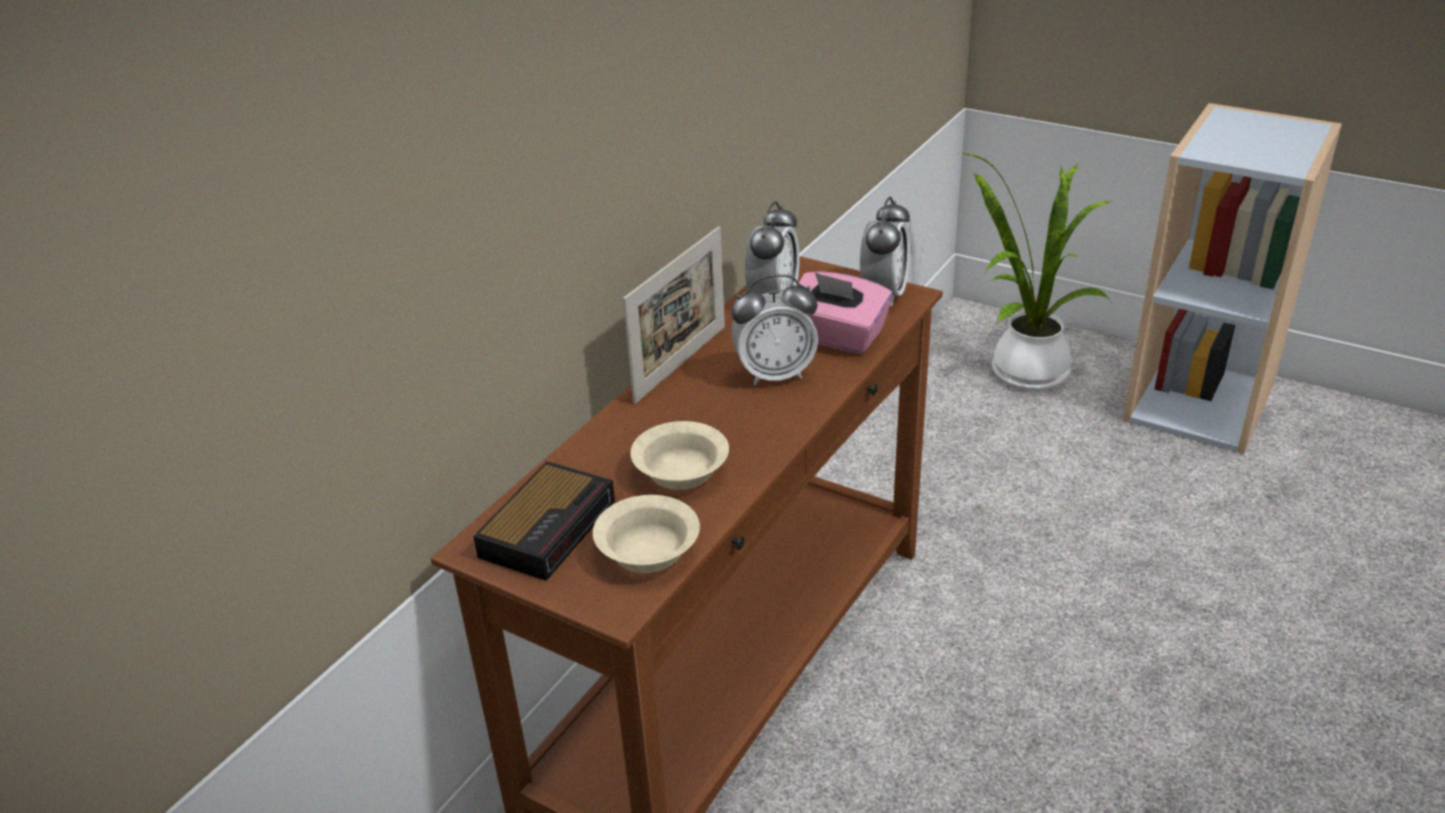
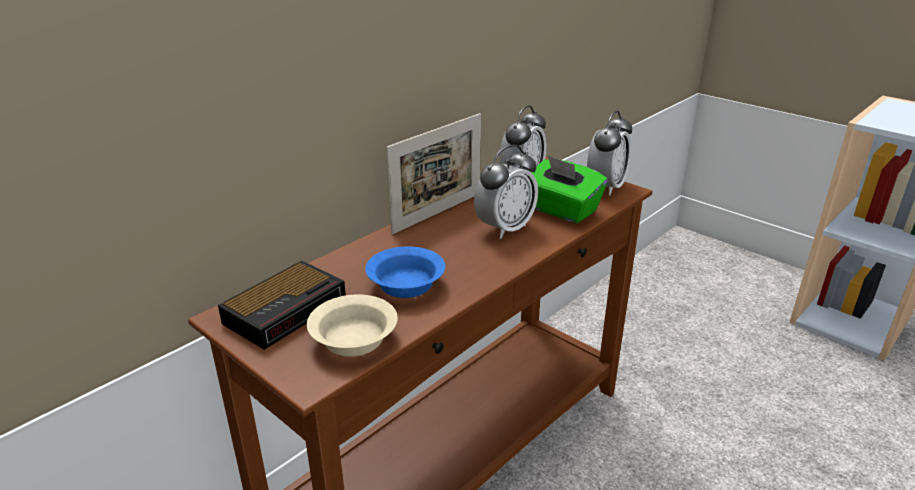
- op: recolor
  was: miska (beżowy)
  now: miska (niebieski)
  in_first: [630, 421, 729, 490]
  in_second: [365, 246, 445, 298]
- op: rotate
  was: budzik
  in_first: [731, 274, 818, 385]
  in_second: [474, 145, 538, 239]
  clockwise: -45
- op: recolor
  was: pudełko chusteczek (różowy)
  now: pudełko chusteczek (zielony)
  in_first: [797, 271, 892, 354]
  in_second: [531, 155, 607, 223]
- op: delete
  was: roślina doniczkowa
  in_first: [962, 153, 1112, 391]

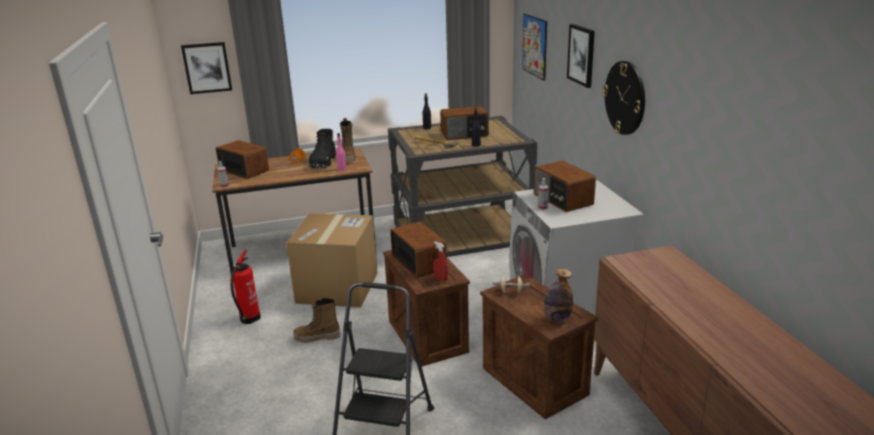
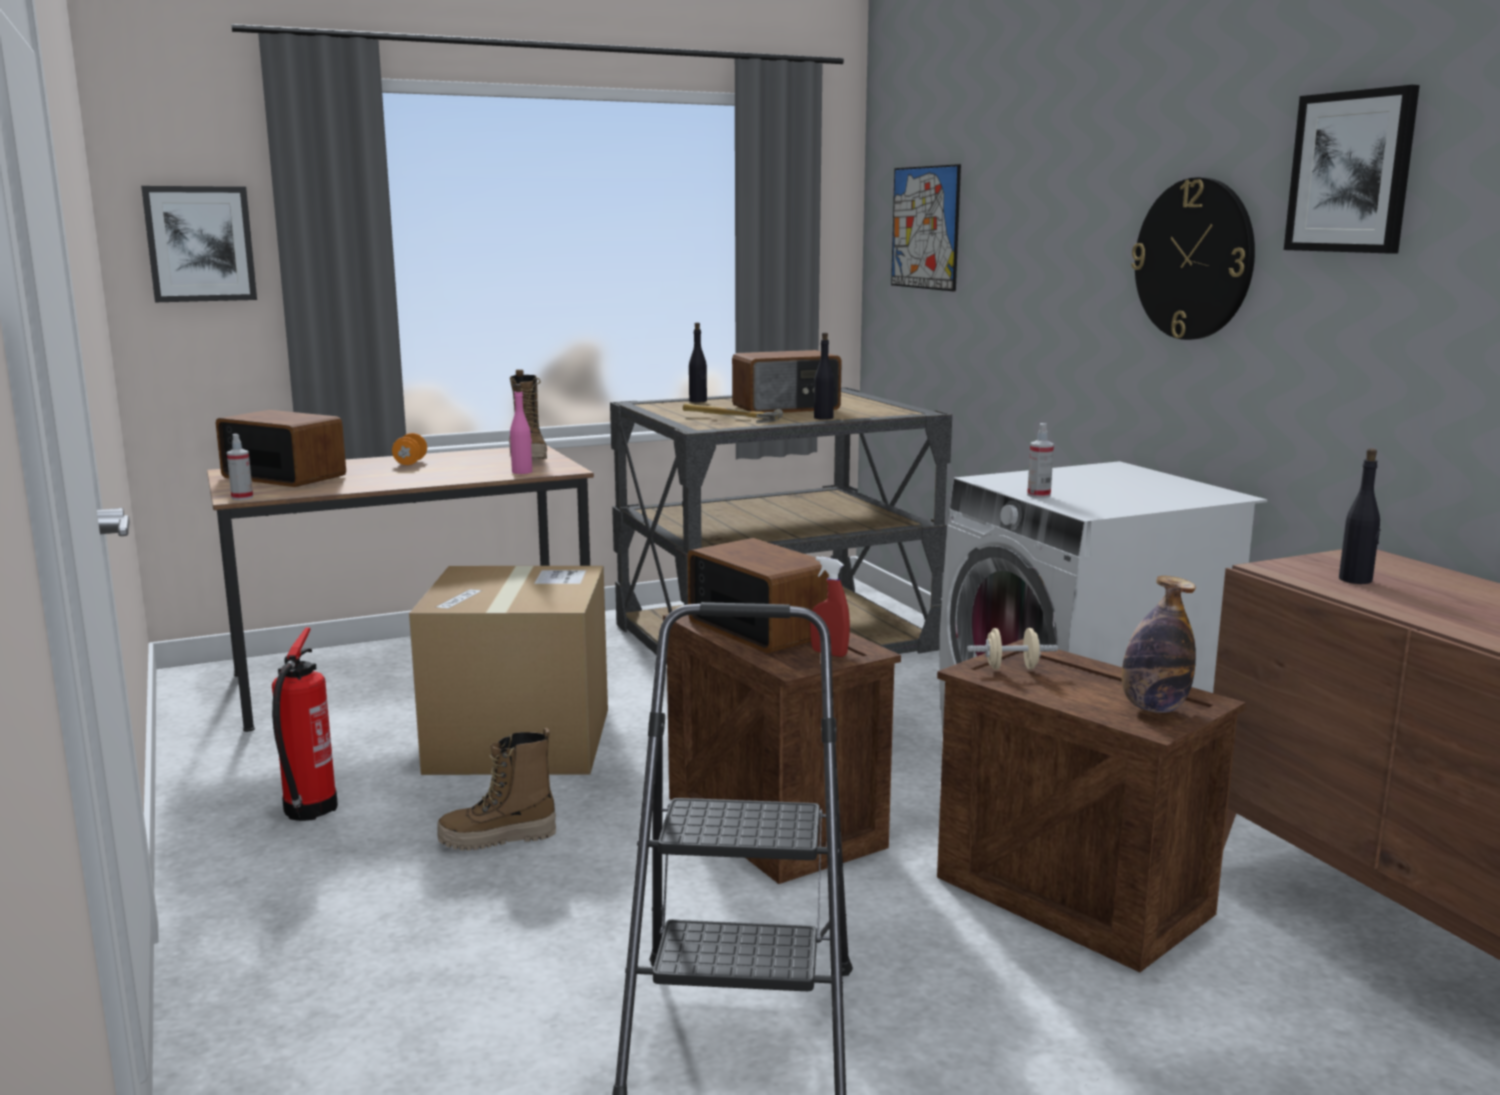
- op: move
  was: obraz
  in_first: [567, 24, 595, 88]
  in_second: [1284, 85, 1420, 254]
- op: insert
  now: butelka (czarny)
  in_second: [1339, 448, 1381, 584]
- op: delete
  was: but z cholewką (czarny)
  in_first: [309, 129, 336, 170]
- op: delete
  was: radio
  in_first: [534, 161, 596, 212]

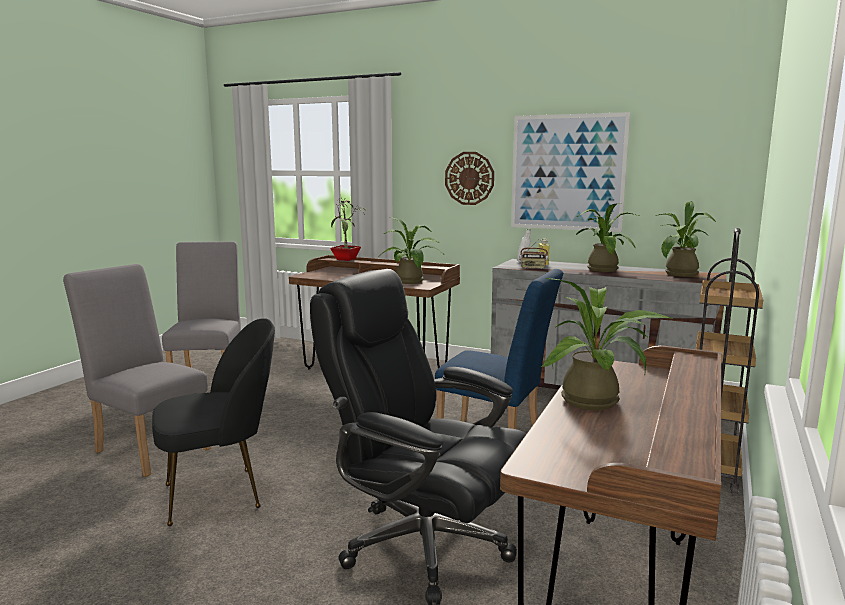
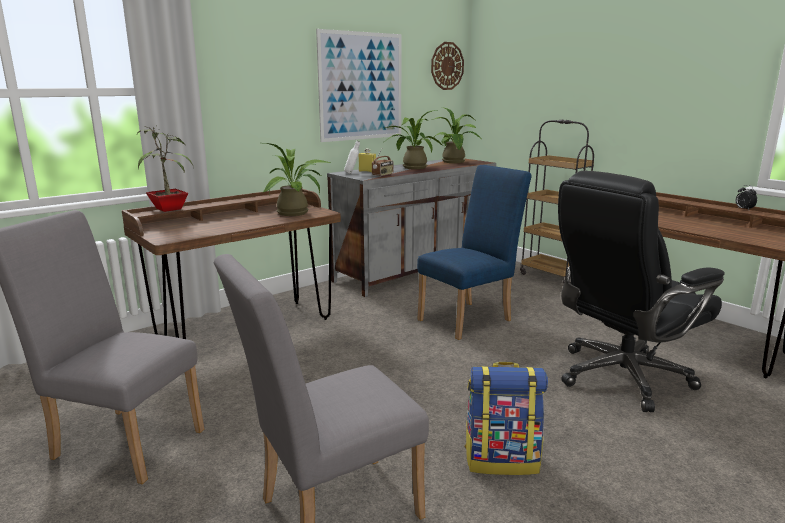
- op: move
  was: zegar ścienny
  in_first: [445, 152, 494, 205]
  in_second: [431, 42, 464, 90]
- op: replace
  was: krzesło (czarny)
  now: plecak
  in_first: [152, 318, 275, 526]
  in_second: [465, 362, 548, 475]
- op: insert
  now: budzik
  in_second: [736, 185, 757, 210]
- op: delete
  was: roślina doniczkowa
  in_first: [541, 278, 672, 410]

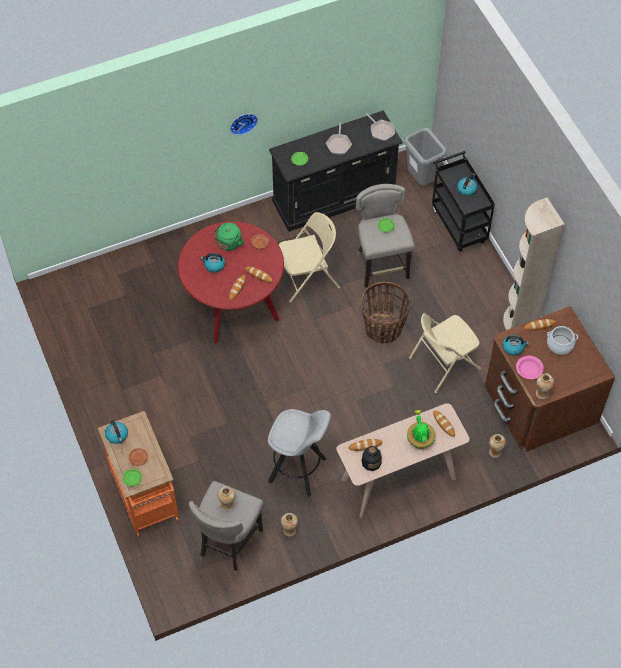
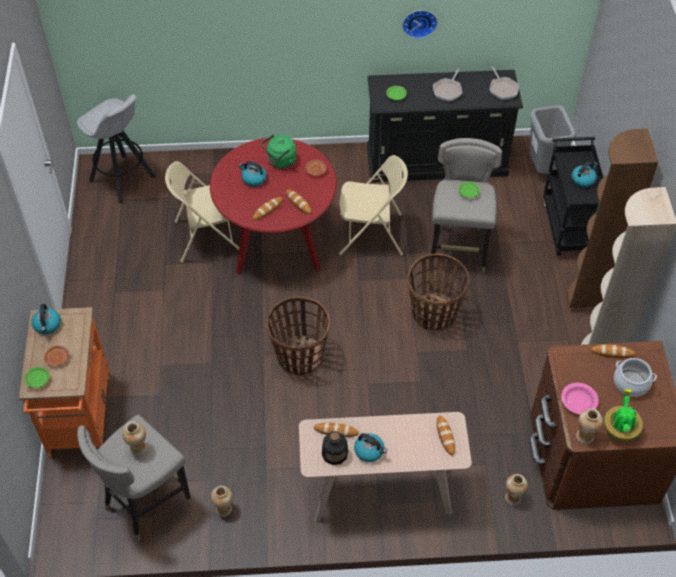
- op: move
  was: stołek (szary)
  in_first: [268, 409, 331, 497]
  in_second: [77, 94, 156, 204]
- op: move
  was: krzesło (beżowy)
  in_first: [409, 313, 481, 393]
  in_second: [165, 161, 239, 263]
- op: insert
  now: koszyk
  in_second: [266, 297, 330, 376]
- op: move
  was: czajnik
  in_first: [503, 335, 529, 356]
  in_second: [354, 433, 387, 462]
- op: move
  was: zegar ścienny
  in_first: [230, 114, 258, 135]
  in_second: [402, 10, 438, 38]
- op: insert
  now: regał (brązowy)
  in_second: [568, 129, 658, 308]
- op: move
  was: roślina doniczkowa
  in_first: [407, 410, 435, 449]
  in_second: [604, 389, 643, 442]

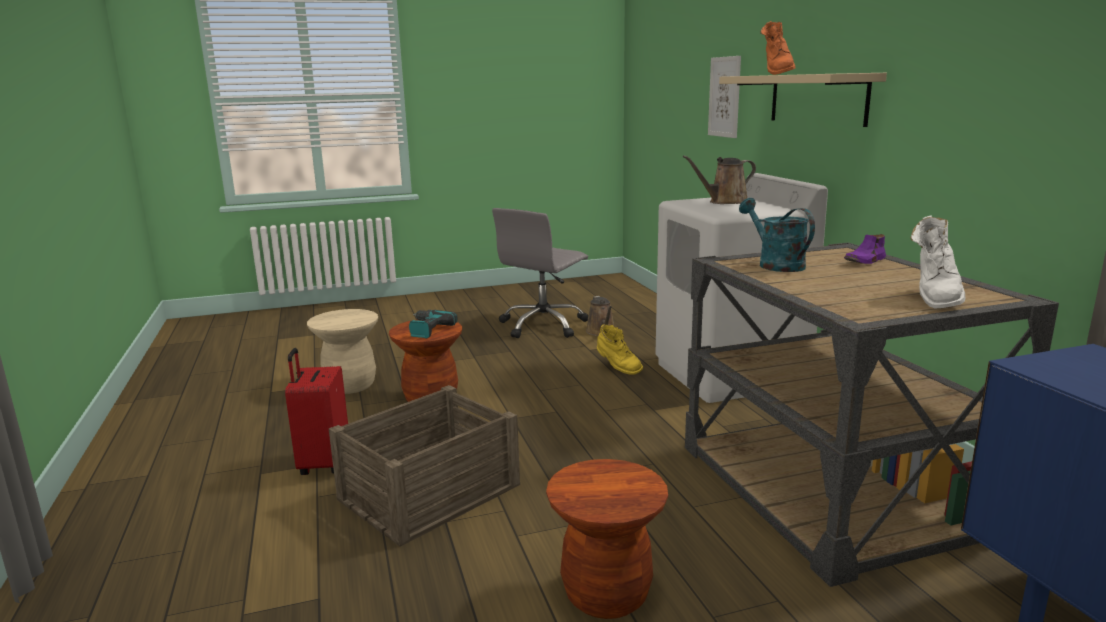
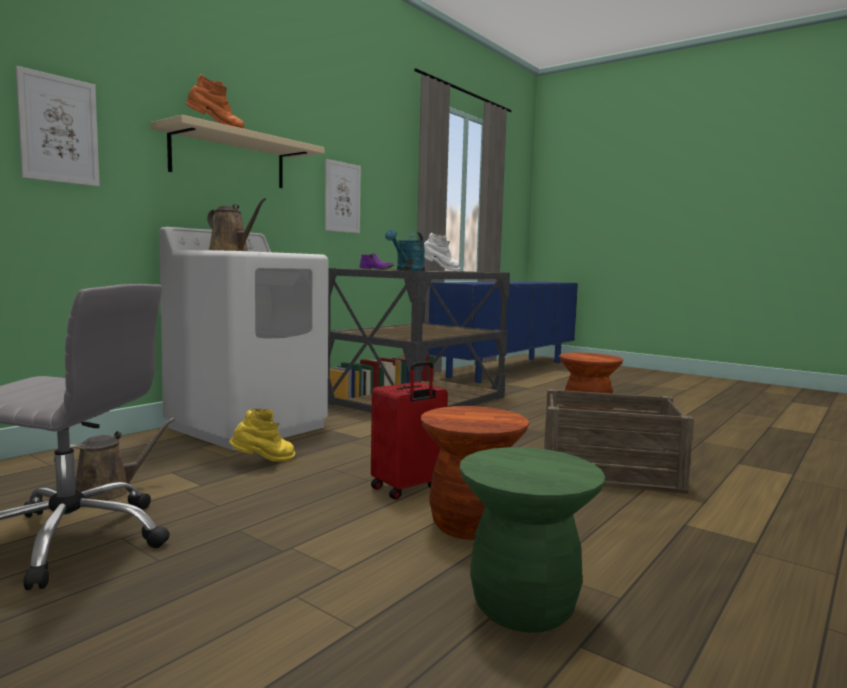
- op: rotate
  was: but z cholewką (żółty)
  in_first: [597, 324, 643, 375]
  in_second: [229, 408, 295, 461]
  clockwise: 45
- op: insert
  now: obraz
  in_second: [325, 159, 361, 233]
- op: move
  was: walizka (czerwony)
  in_first: [285, 348, 348, 475]
  in_second: [371, 361, 448, 500]
- op: recolor
  was: stołek (beżowy)
  now: stołek (zielony)
  in_first: [307, 309, 378, 394]
  in_second: [460, 447, 605, 632]
- op: delete
  was: wiertarka
  in_first: [409, 310, 458, 338]

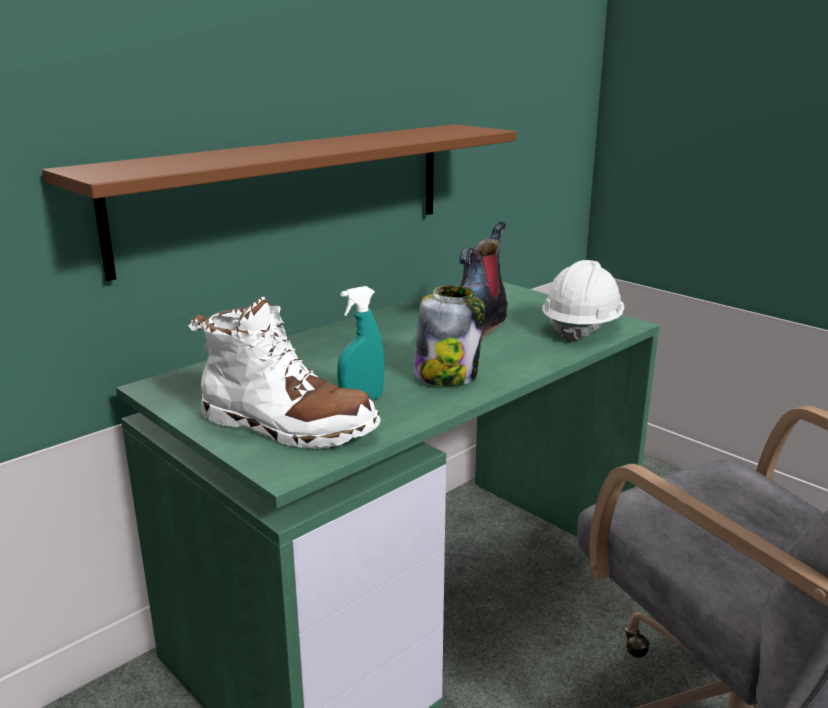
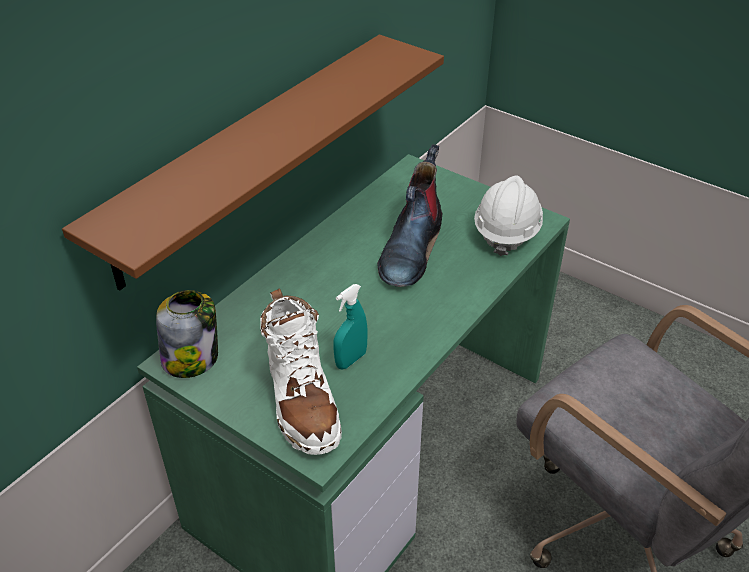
- op: move
  was: słoik
  in_first: [413, 286, 485, 386]
  in_second: [156, 290, 218, 378]
- op: rotate
  was: but z cholewką (biały)
  in_first: [188, 297, 381, 449]
  in_second: [260, 288, 342, 455]
  clockwise: 60

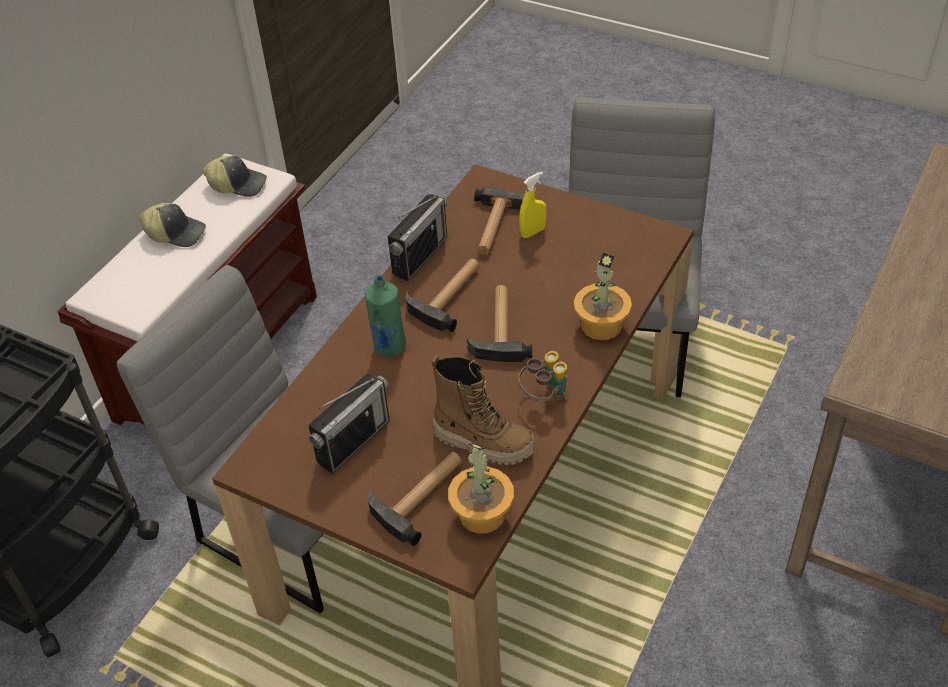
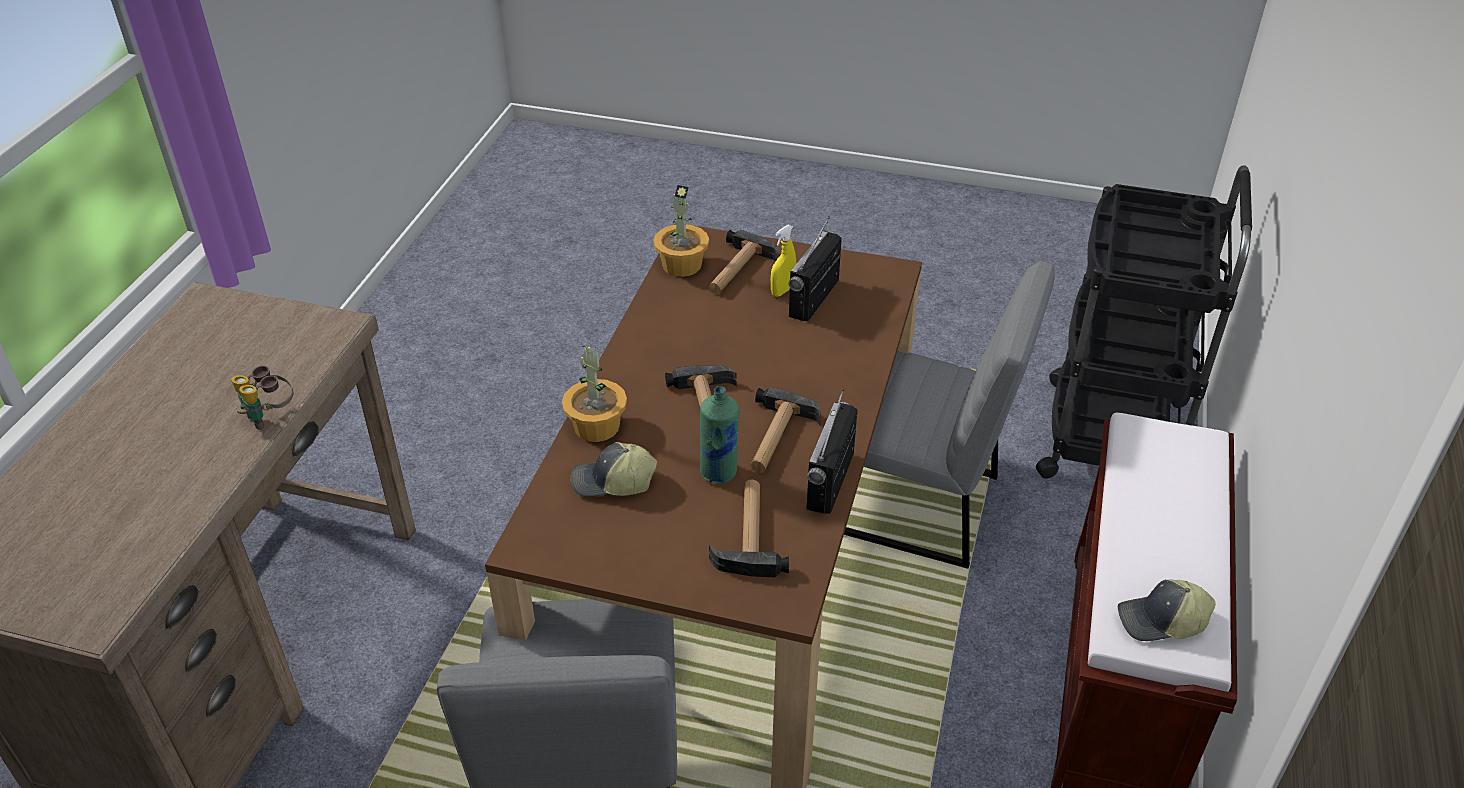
- op: move
  was: lornetka
  in_first: [519, 351, 567, 401]
  in_second: [231, 366, 293, 430]
- op: move
  was: czapka z daszkiem
  in_first: [140, 203, 206, 247]
  in_second: [571, 442, 657, 497]
- op: move
  was: butelka (zielony)
  in_first: [365, 275, 406, 357]
  in_second: [700, 386, 739, 484]
- op: move
  was: spryskiwacz (żółty)
  in_first: [519, 172, 546, 238]
  in_second: [771, 225, 796, 297]
- op: delete
  was: but z cholewką
  in_first: [431, 355, 535, 465]

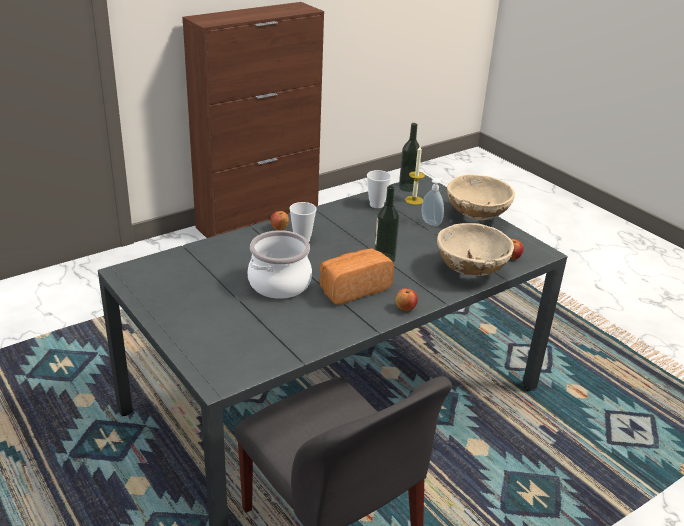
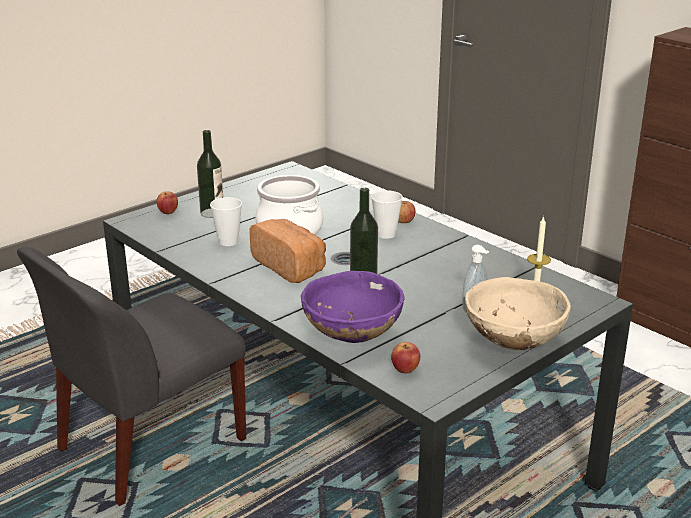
- op: move
  was: jabłko
  in_first: [395, 288, 418, 311]
  in_second: [157, 191, 178, 214]
- op: move
  was: butelka
  in_first: [399, 123, 420, 192]
  in_second: [197, 130, 223, 218]
- op: move
  was: filiżanka
  in_first: [367, 170, 391, 208]
  in_second: [210, 197, 242, 246]
- op: recolor
  was: miska (beżowy)
  now: miska (fioletowy)
  in_first: [437, 223, 514, 276]
  in_second: [301, 271, 405, 343]

